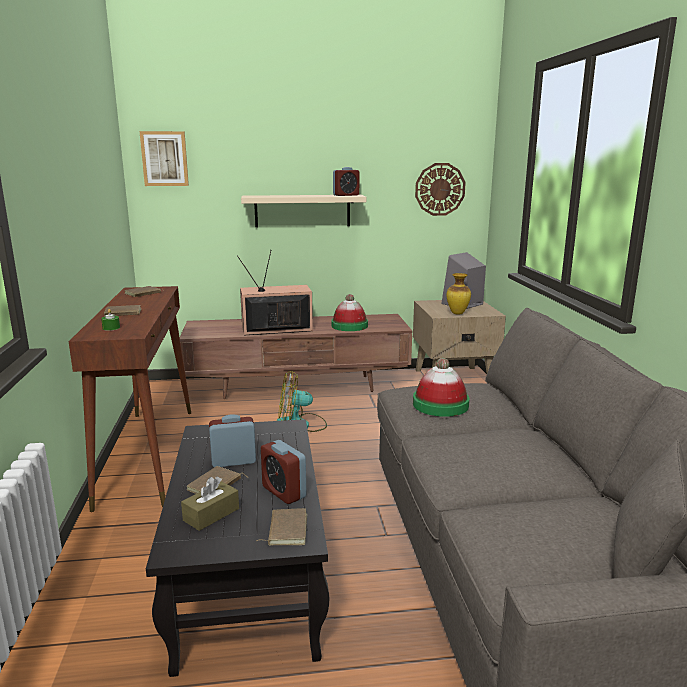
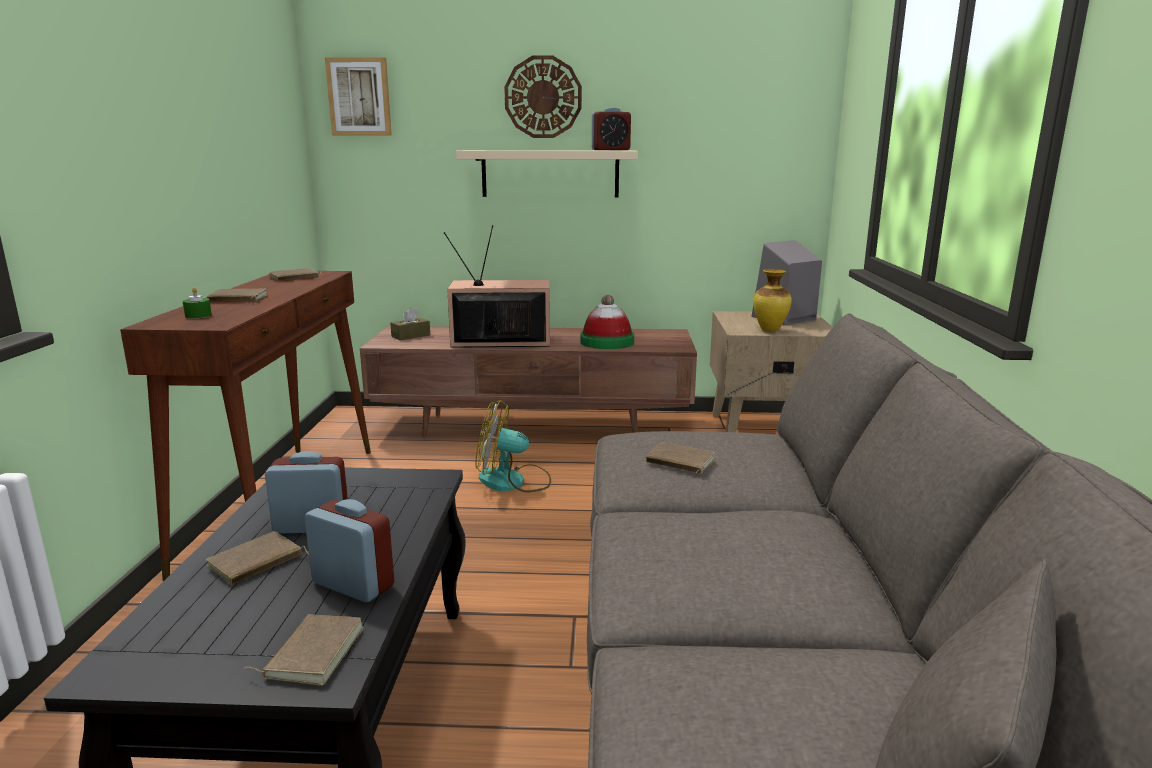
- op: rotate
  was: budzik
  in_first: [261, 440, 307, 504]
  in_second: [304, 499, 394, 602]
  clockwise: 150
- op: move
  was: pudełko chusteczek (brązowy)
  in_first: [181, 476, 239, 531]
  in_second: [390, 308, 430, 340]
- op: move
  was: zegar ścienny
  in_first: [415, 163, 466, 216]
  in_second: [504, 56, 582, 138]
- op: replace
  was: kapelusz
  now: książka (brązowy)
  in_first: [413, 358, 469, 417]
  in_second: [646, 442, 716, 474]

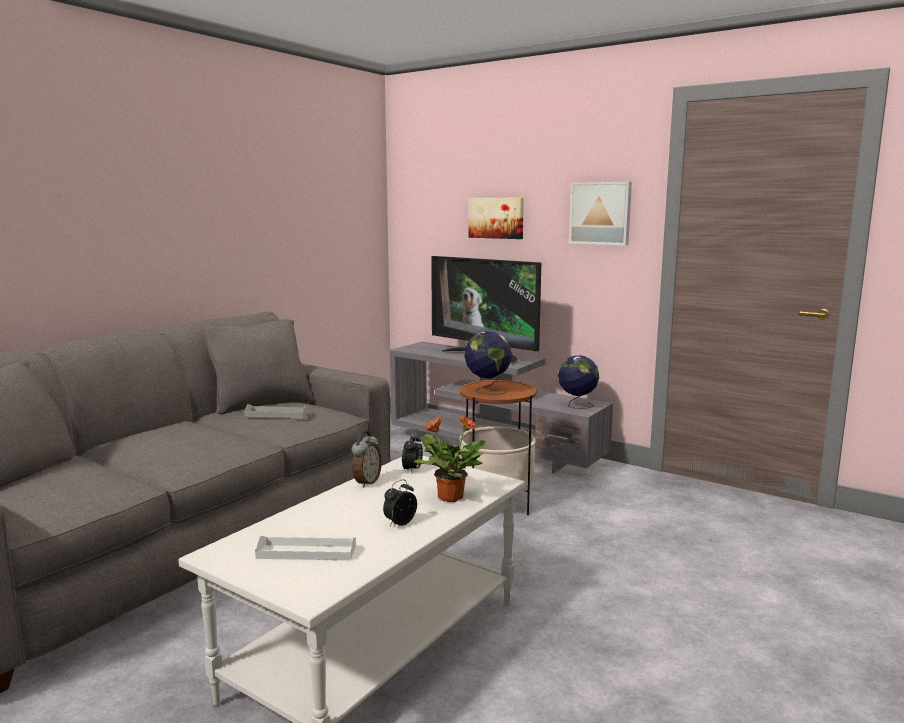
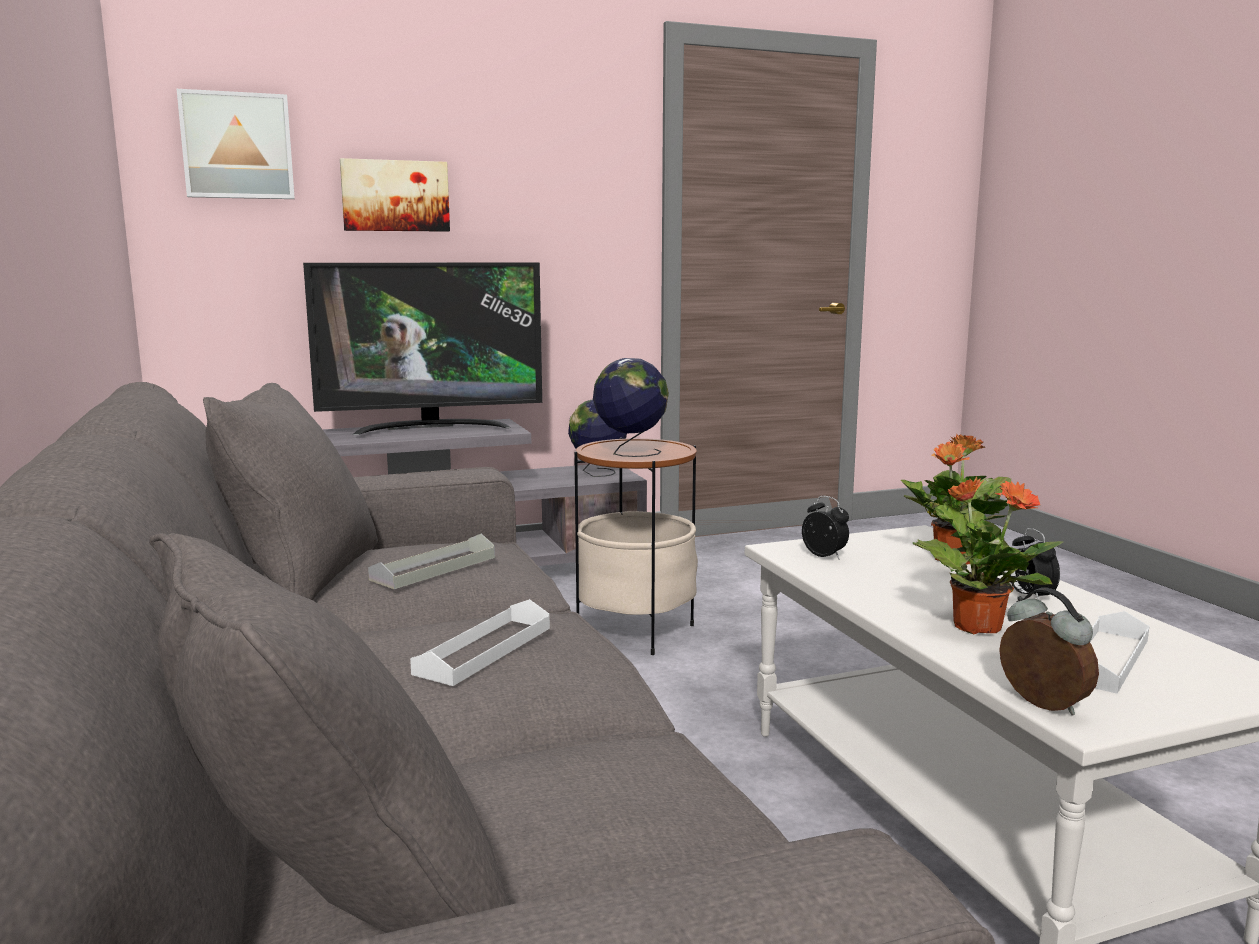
- op: move
  was: obraz
  in_first: [569, 182, 632, 245]
  in_second: [177, 89, 295, 199]
- op: insert
  now: taca (biały)
  in_second: [410, 599, 550, 686]
- op: insert
  now: roślina doniczkowa
  in_second: [912, 477, 1063, 634]
- op: move
  was: budzik
  in_first: [352, 431, 382, 488]
  in_second: [999, 588, 1099, 715]

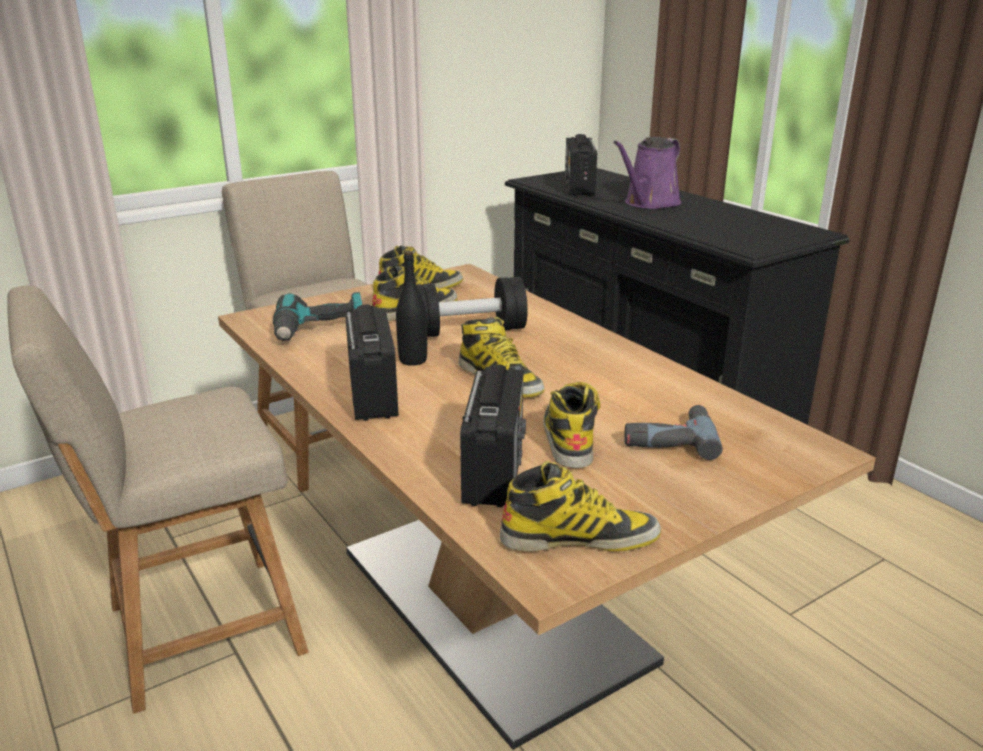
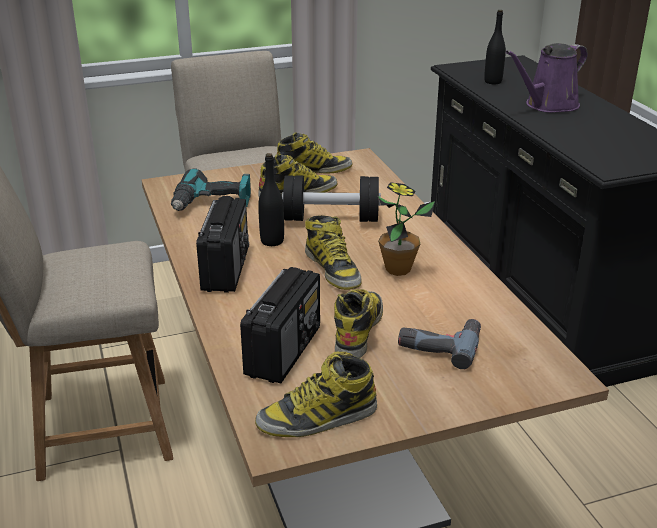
- op: rotate
  was: but z cholewką
  in_first: [500, 461, 661, 552]
  in_second: [255, 351, 377, 437]
  clockwise: 150
- op: insert
  now: roślina doniczkowa
  in_second: [378, 182, 435, 276]
- op: replace
  was: radio
  now: butelka (czarny)
  in_first: [565, 134, 597, 196]
  in_second: [484, 10, 506, 84]

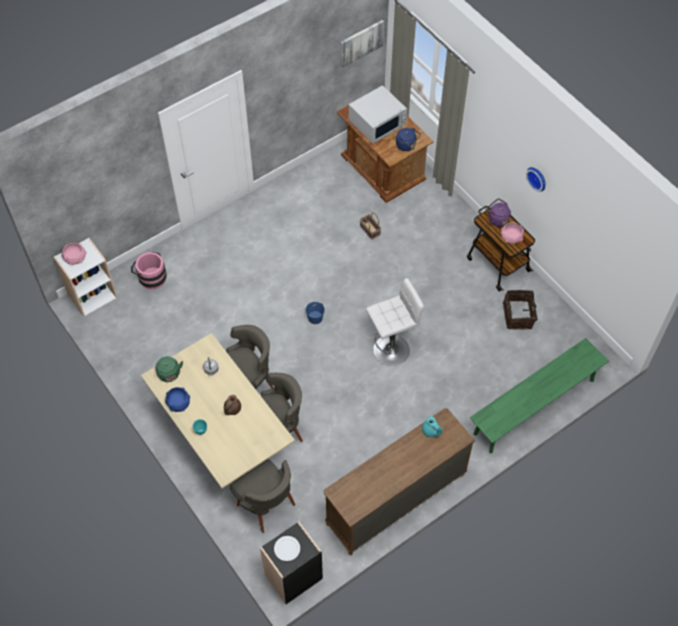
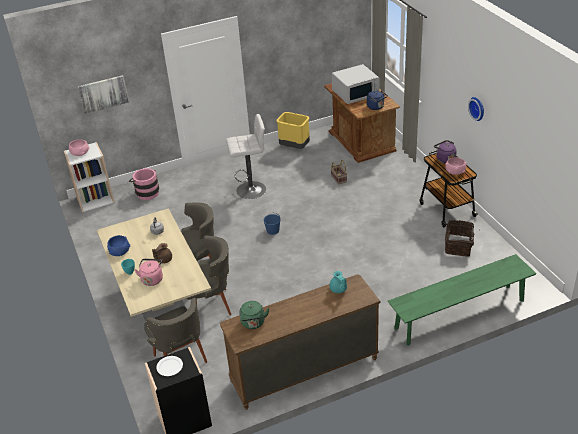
- op: move
  was: obraz
  in_first: [341, 20, 384, 68]
  in_second: [77, 75, 129, 114]
- op: insert
  now: czajnik (różowy)
  in_second: [134, 259, 163, 286]
- op: move
  was: stołek (biały)
  in_first: [366, 278, 424, 366]
  in_second: [226, 114, 266, 199]
- op: move
  was: czajnik (zielony)
  in_first: [156, 356, 183, 382]
  in_second: [239, 301, 269, 329]
- op: insert
  now: kosz na śmieci (żółty)
  in_second: [277, 112, 310, 149]

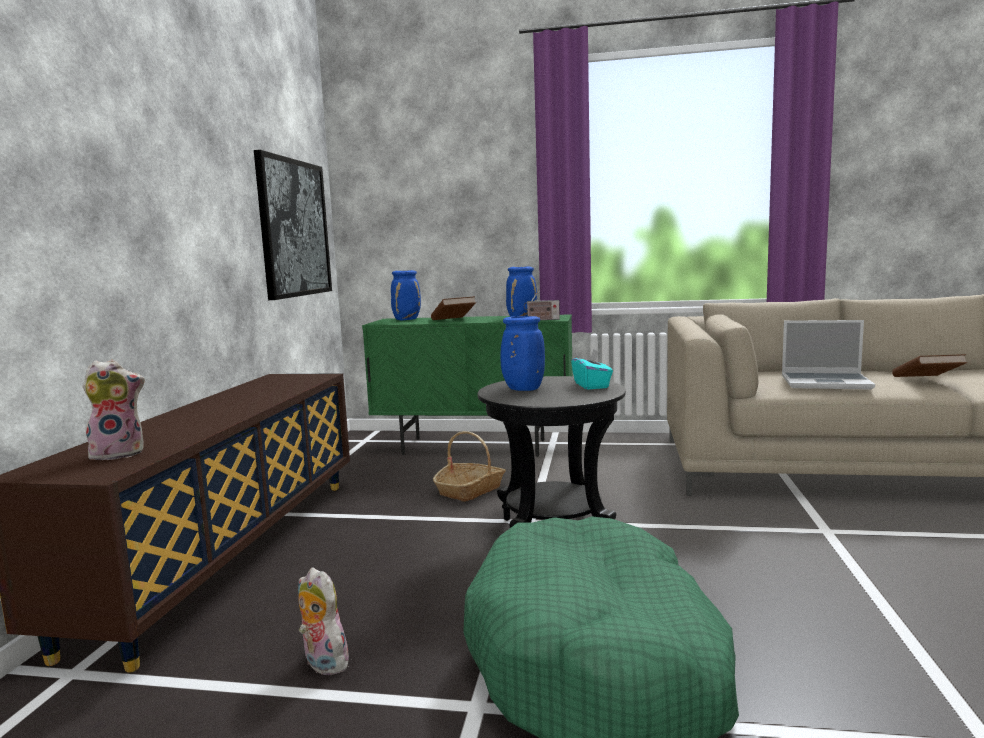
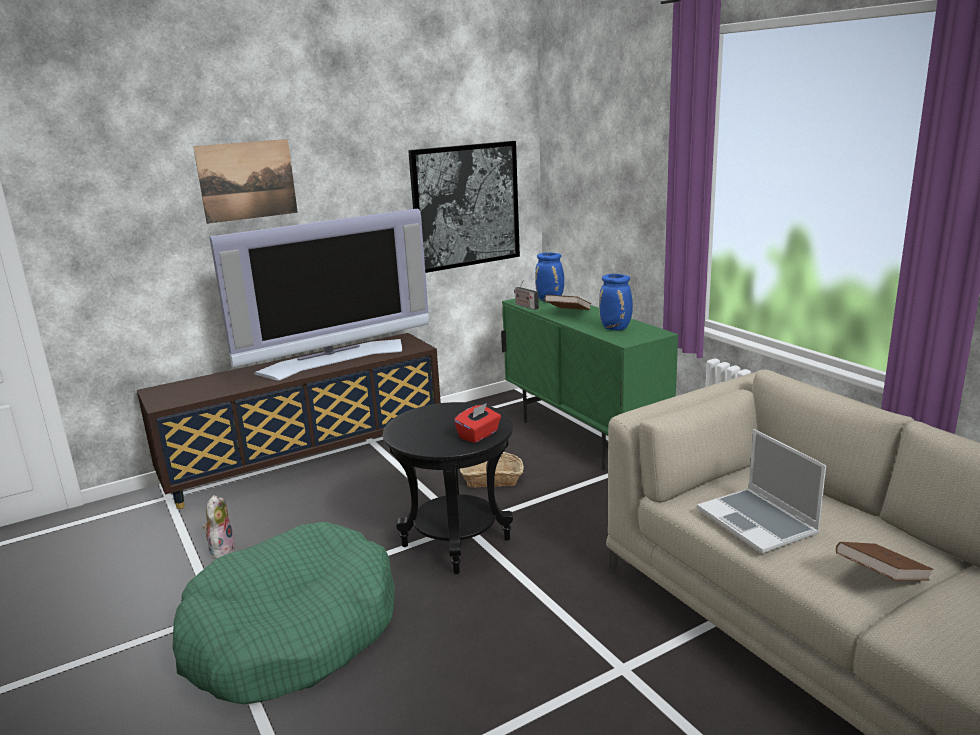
- op: insert
  now: obraz
  in_second: [193, 139, 298, 224]
- op: insert
  now: telewizor
  in_second: [210, 209, 429, 380]
- op: recolor
  was: pudełko chusteczek (turkusowy)
  now: pudełko chusteczek (czerwony)
  in_first: [571, 349, 613, 390]
  in_second: [454, 403, 501, 443]
- op: move
  was: radio
  in_first: [524, 291, 560, 320]
  in_second: [514, 280, 539, 310]
- op: delete
  was: pluszak
  in_first: [83, 360, 145, 462]
- op: delete
  was: wazon (niebieski)
  in_first: [500, 316, 545, 391]

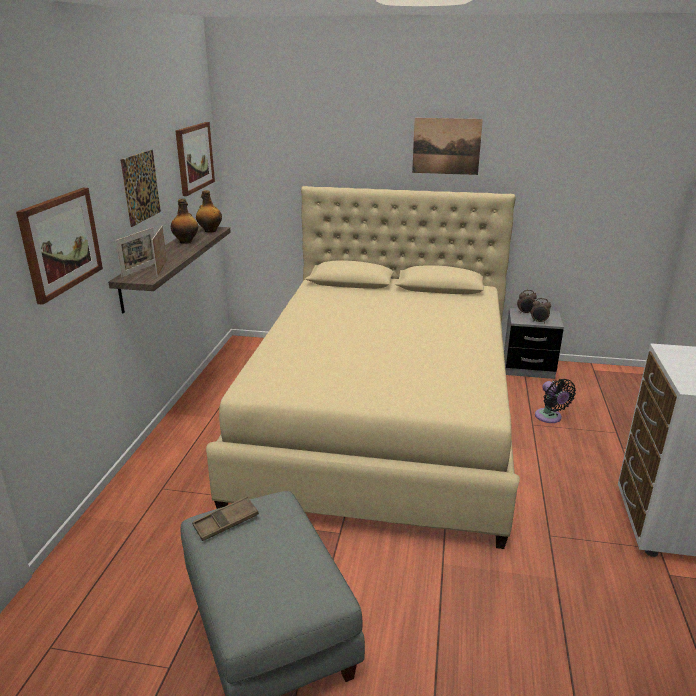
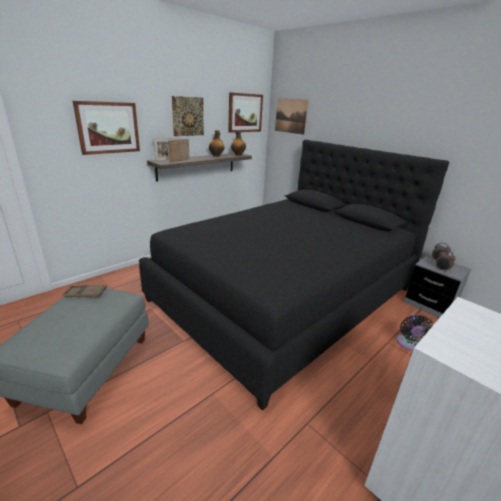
- op: recolor
  was: łóżko (beżowy)
  now: łóżko (czarny)
  in_first: [206, 186, 520, 549]
  in_second: [139, 140, 449, 411]
- op: move
  was: obraz
  in_first: [412, 118, 483, 175]
  in_second: [275, 98, 308, 135]

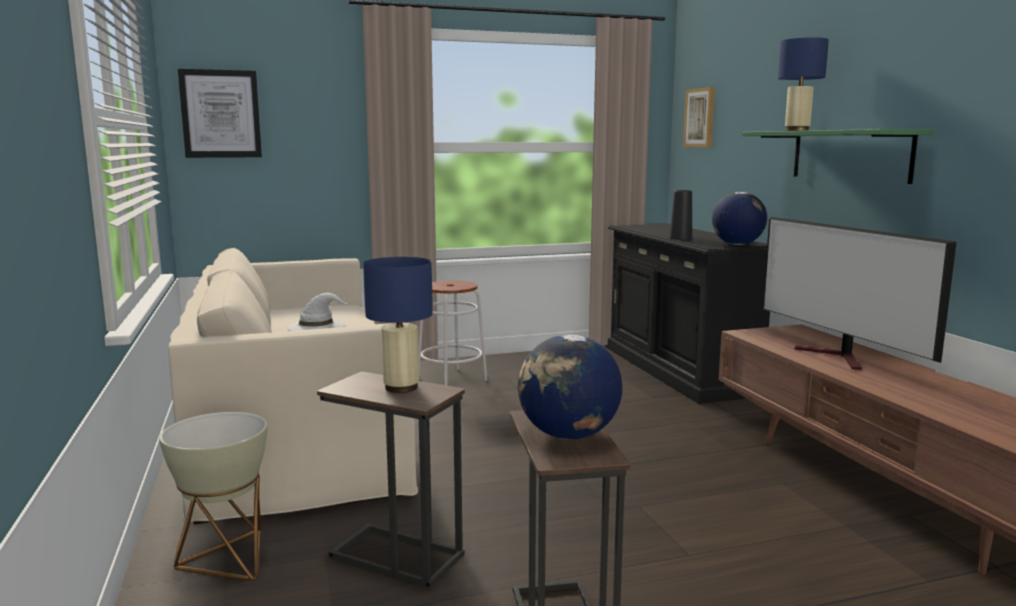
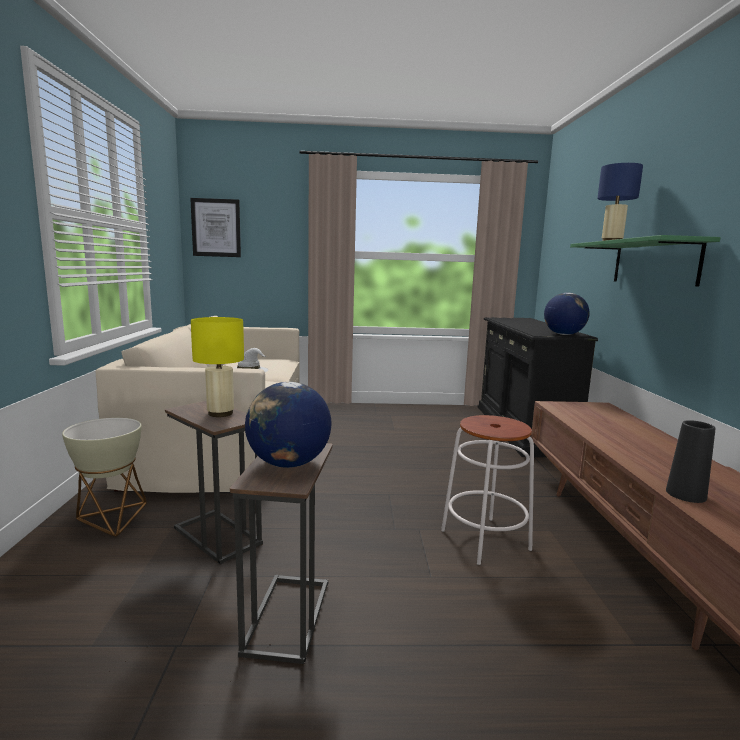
- op: recolor
  was: lampa stołowa (niebieski)
  now: lampa stołowa (żółty)
  in_first: [363, 257, 432, 393]
  in_second: [191, 317, 244, 417]
- op: move
  was: stołek (biały)
  in_first: [418, 281, 488, 385]
  in_second: [441, 415, 534, 565]
- op: move
  was: wazon (czarny)
  in_first: [669, 190, 692, 240]
  in_second: [666, 420, 716, 503]
- op: delete
  was: obraz
  in_first: [683, 87, 715, 147]
- op: delete
  was: telewizor
  in_first: [763, 217, 957, 370]

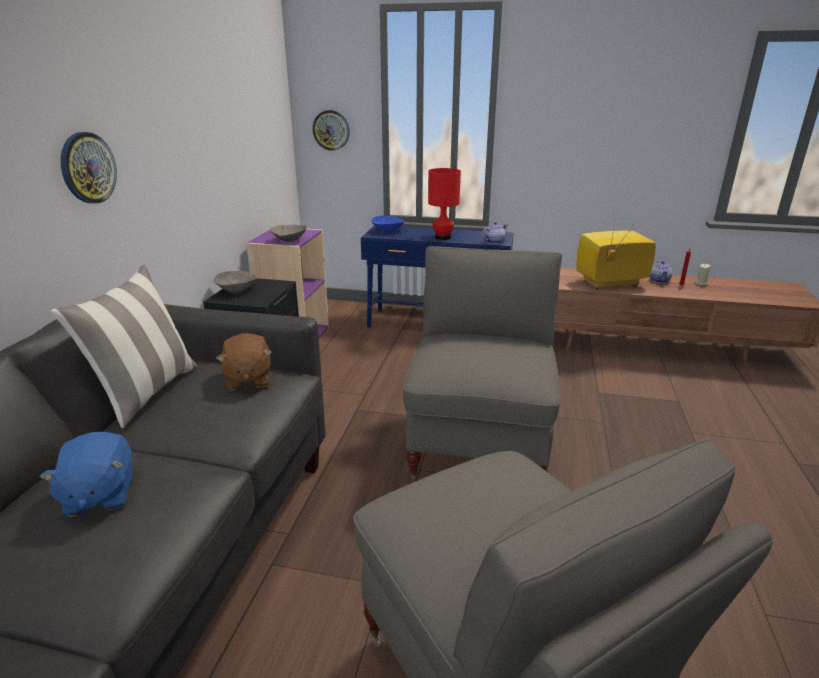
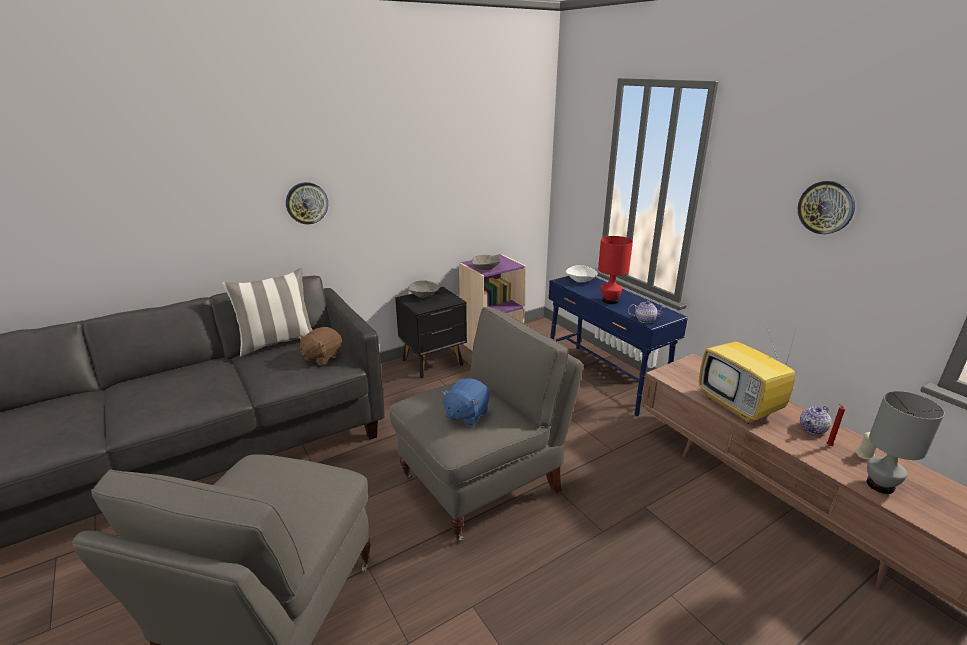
- op: move
  was: pluszak (niebieski)
  in_first: [39, 432, 133, 517]
  in_second: [441, 378, 490, 426]
- op: recolor
  was: miska (niebieski)
  now: miska (biały)
  in_first: [371, 216, 405, 232]
  in_second: [566, 265, 598, 283]
- op: rotate
  was: telewizor
  in_first: [576, 210, 656, 290]
  in_second: [699, 330, 796, 424]
  clockwise: -150
- op: move
  was: zegar ścienny
  in_first: [313, 110, 350, 151]
  in_second: [798, 181, 855, 234]
- op: insert
  now: lampa stołowa (szary)
  in_second: [866, 391, 945, 494]

